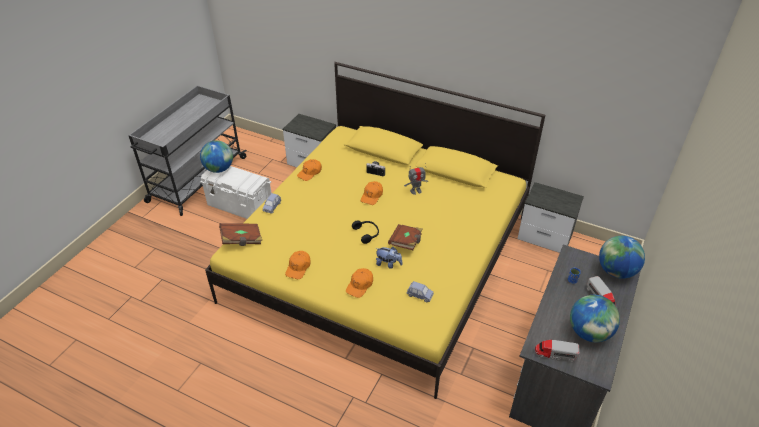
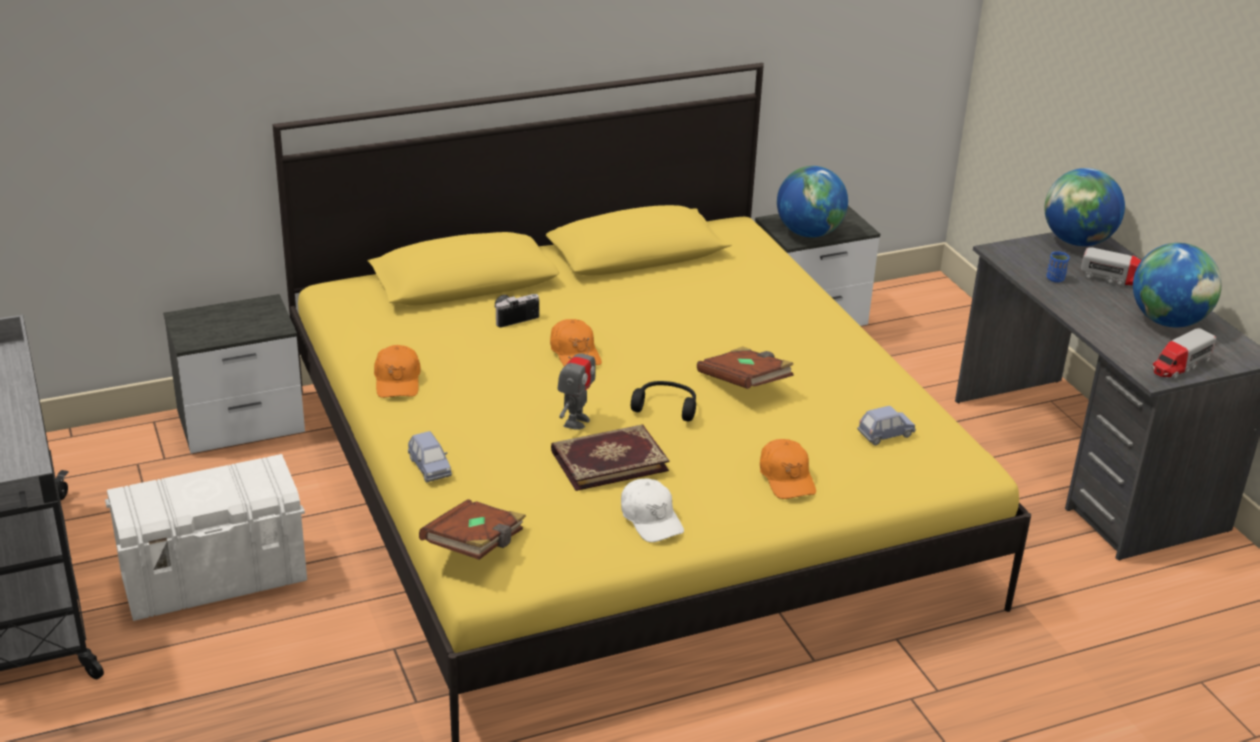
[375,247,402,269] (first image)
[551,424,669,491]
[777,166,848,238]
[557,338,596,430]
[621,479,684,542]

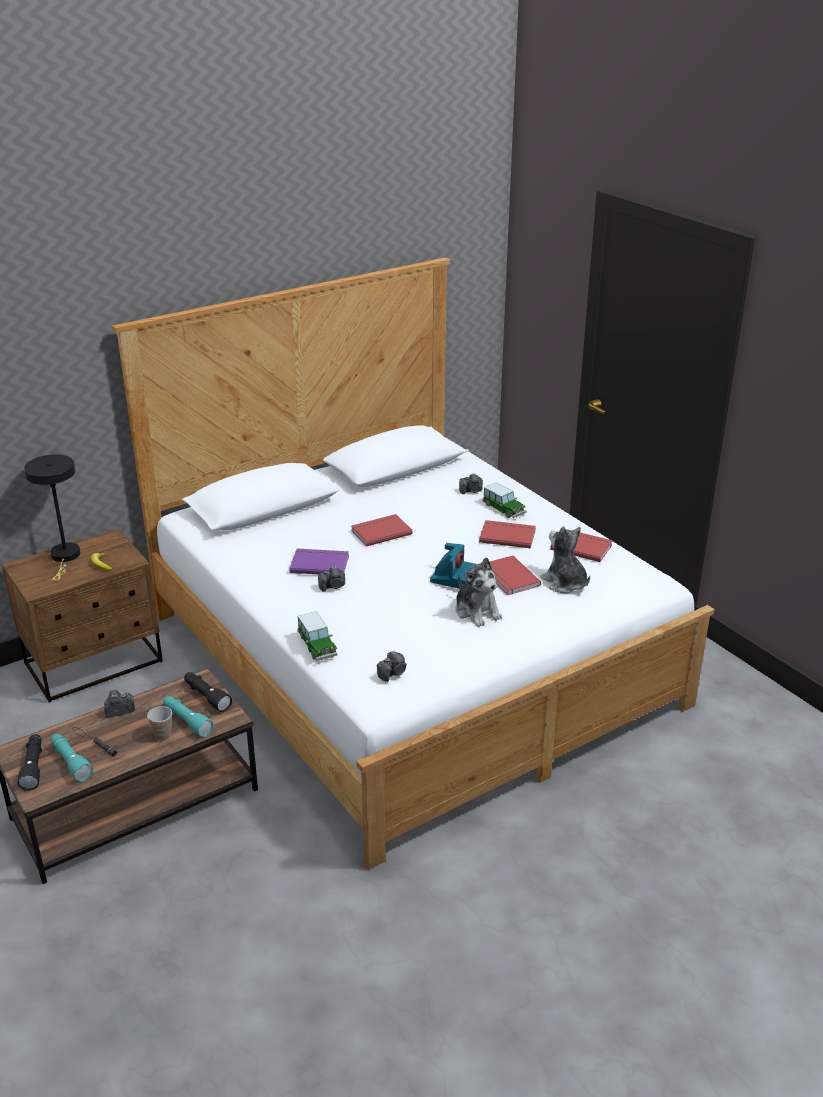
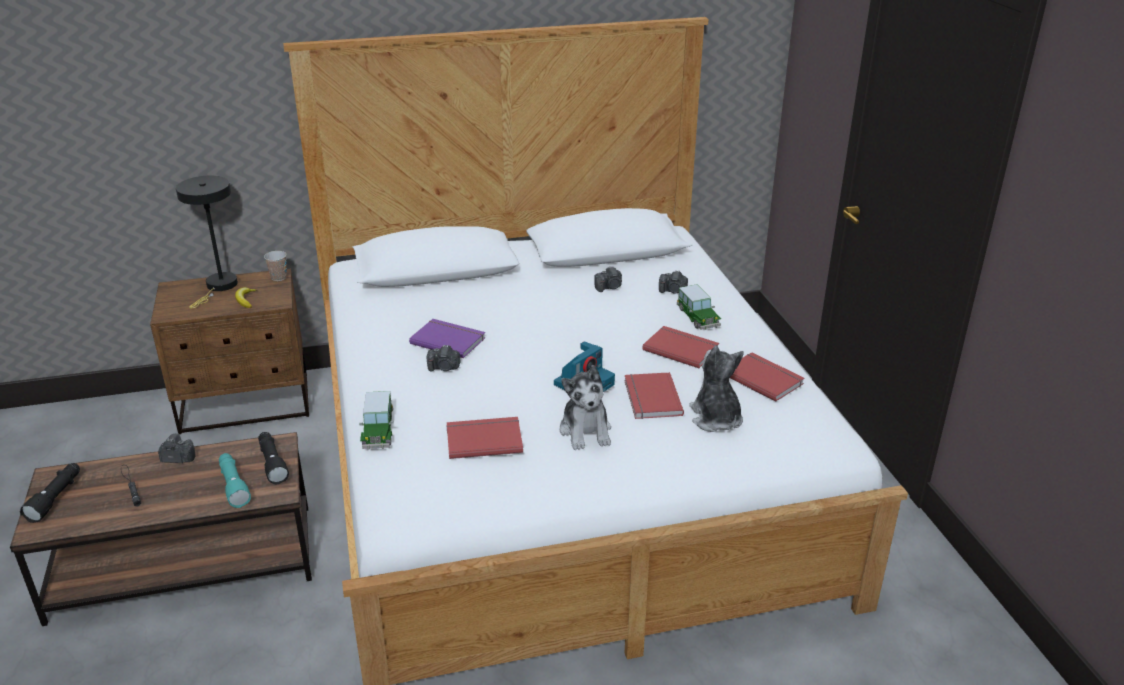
[51,734,93,782] (first image)
[264,251,287,281]
[447,417,523,459]
[594,266,622,292]

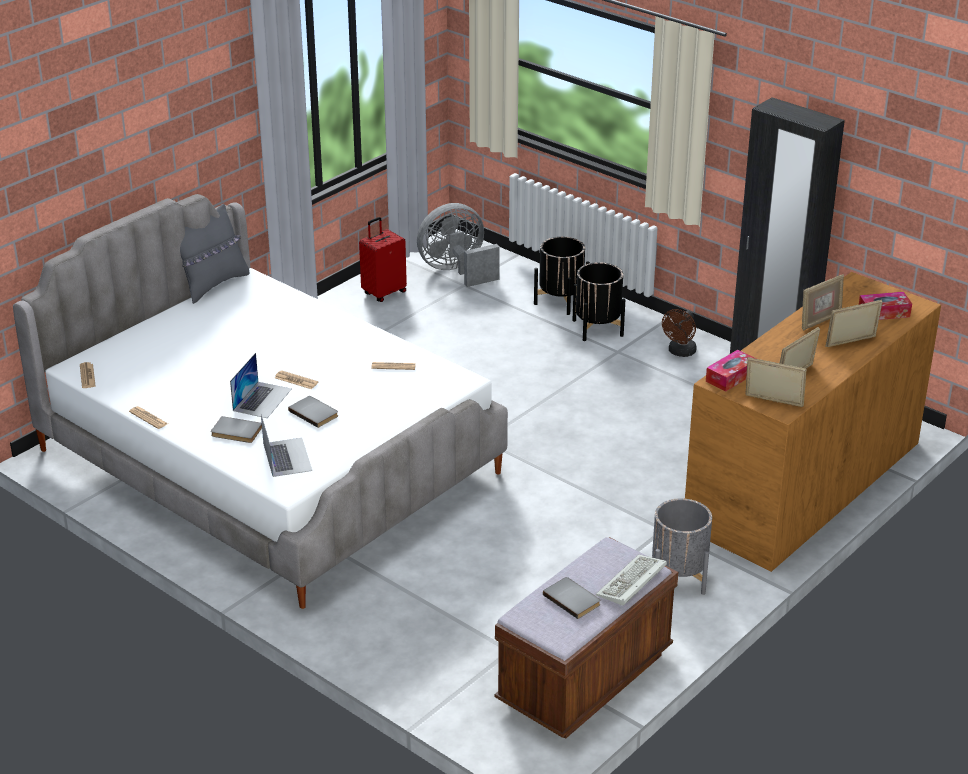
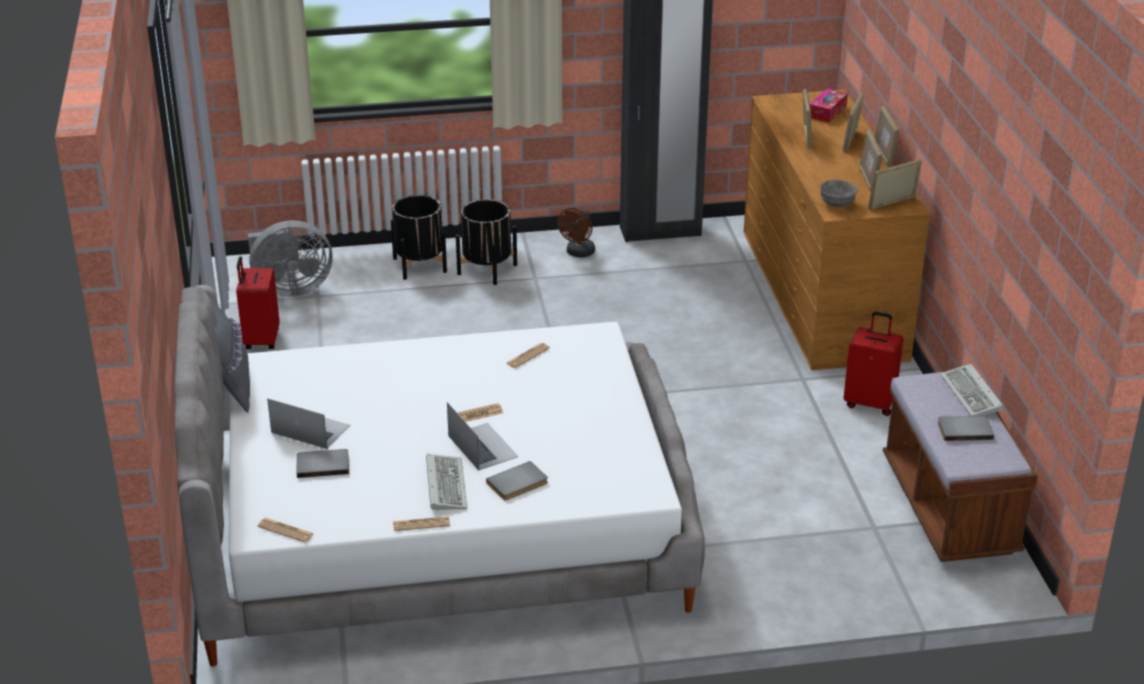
[426,454,467,511]
[875,106,900,168]
[267,398,350,449]
[297,449,349,478]
[844,312,904,416]
[820,180,858,207]
[248,220,333,297]
[557,208,595,258]

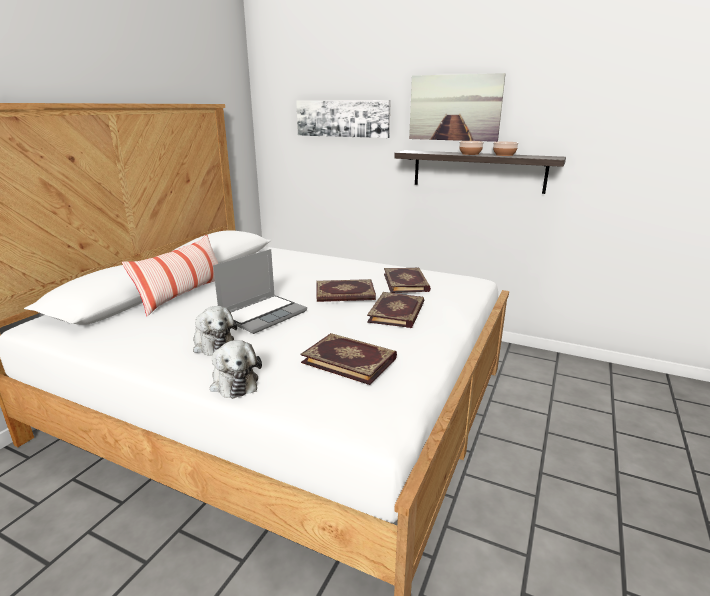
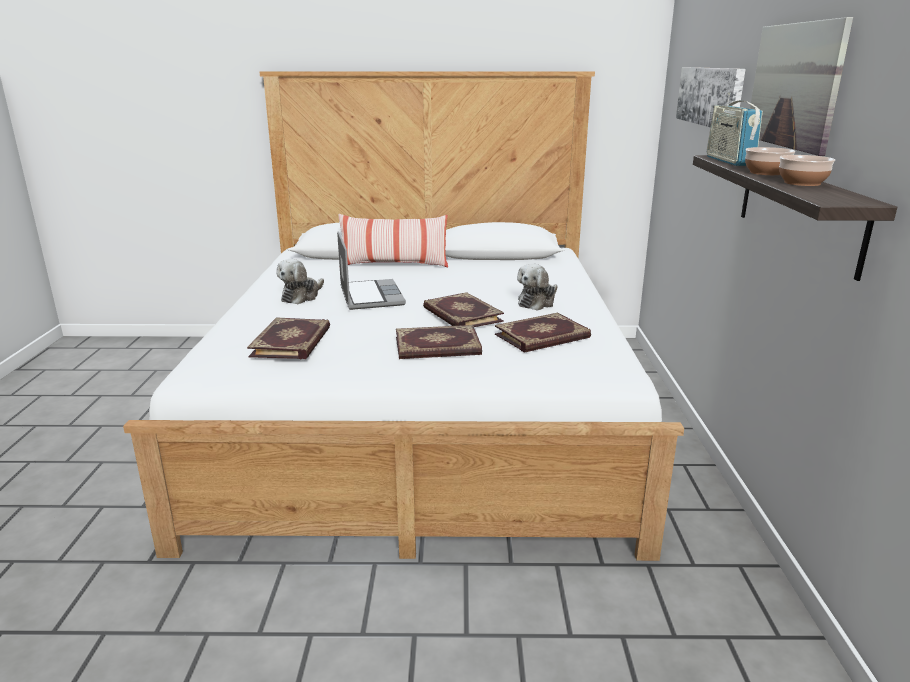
[707,93,763,166]
[517,264,558,311]
[337,231,406,310]

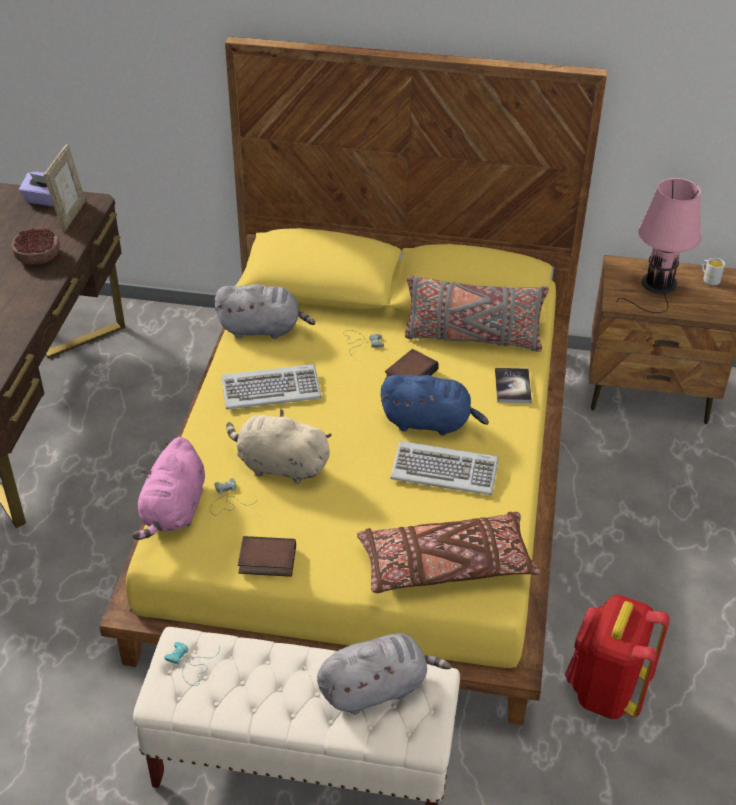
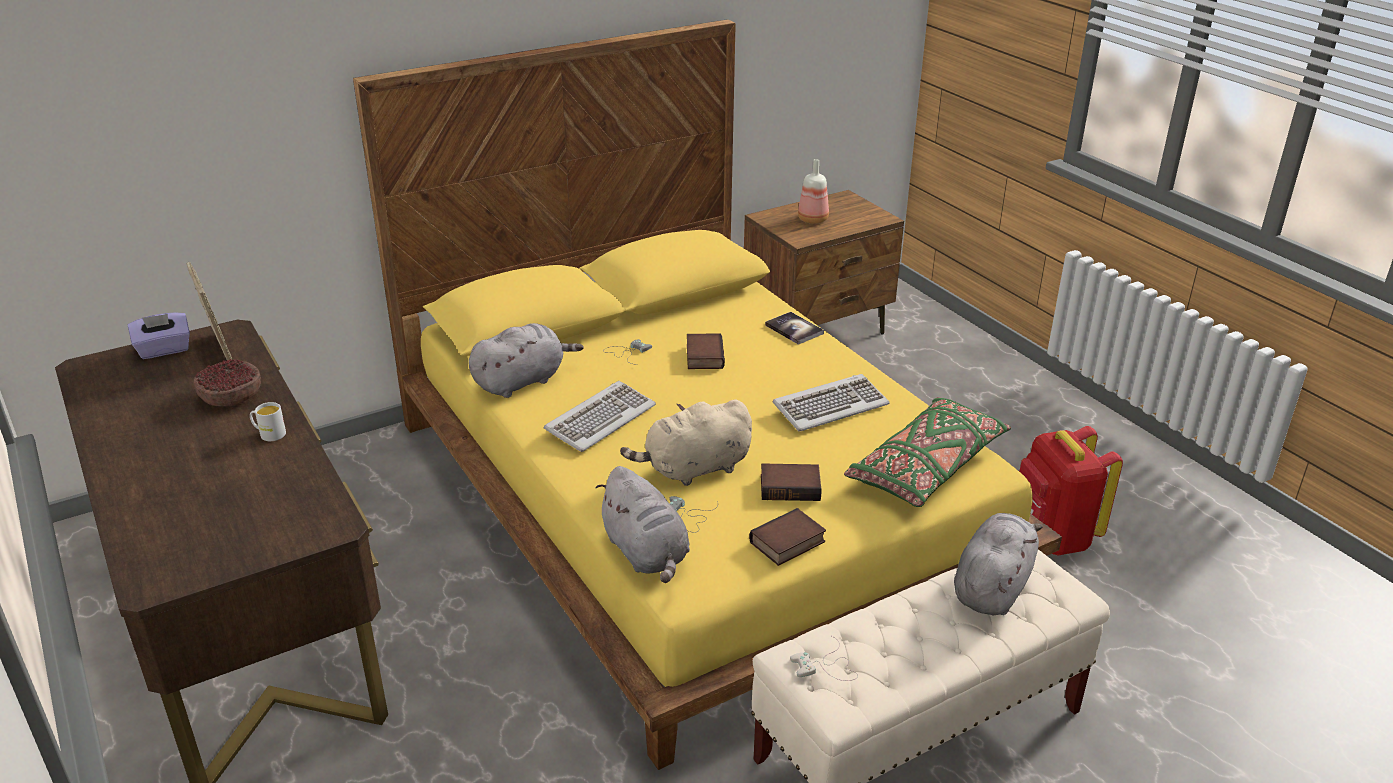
[381,375,489,436] (first image)
[405,275,549,352] (first image)
[761,464,821,501]
[250,402,286,441]
[798,159,829,224]
[596,466,690,583]
[790,635,858,681]
[844,397,1011,507]

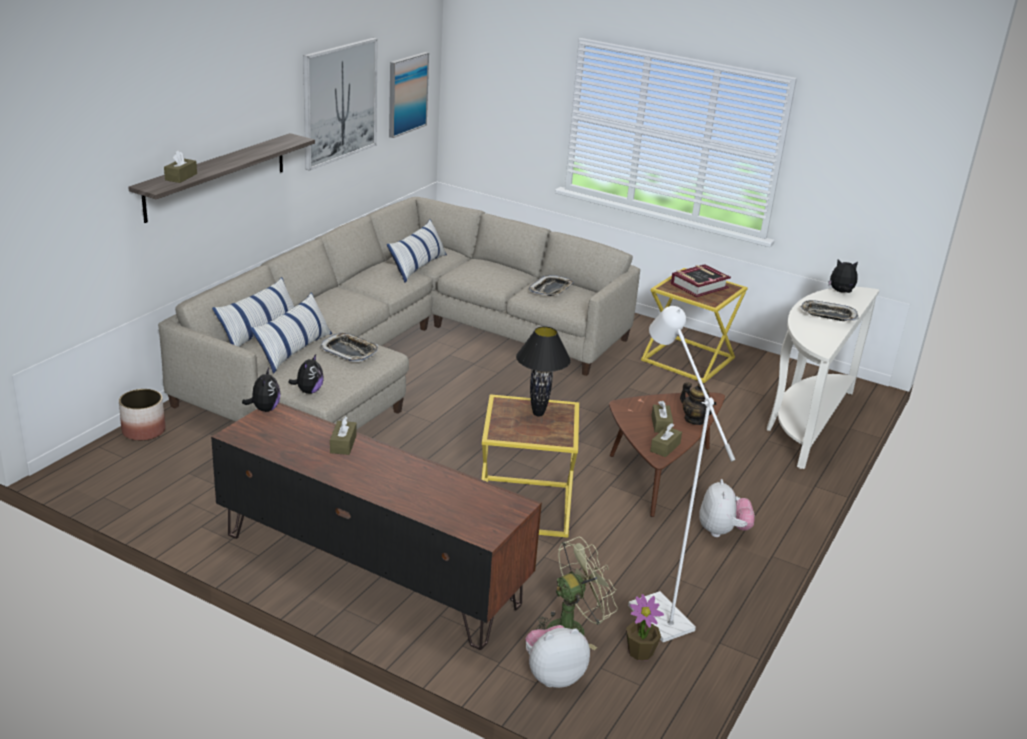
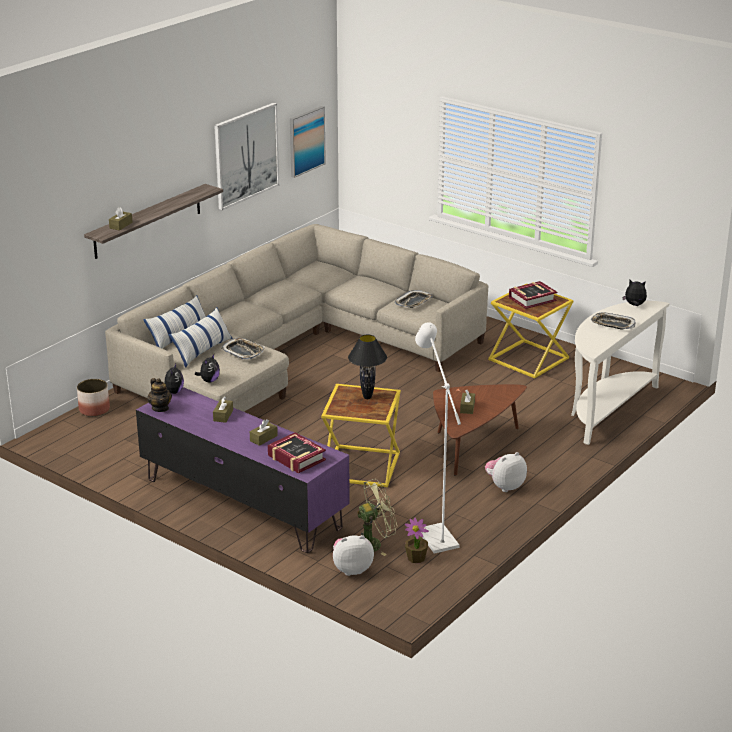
[387,219,447,283] (first image)
[268,433,326,473]
[250,419,278,446]
[147,378,172,412]
[136,387,350,553]
[485,452,527,492]

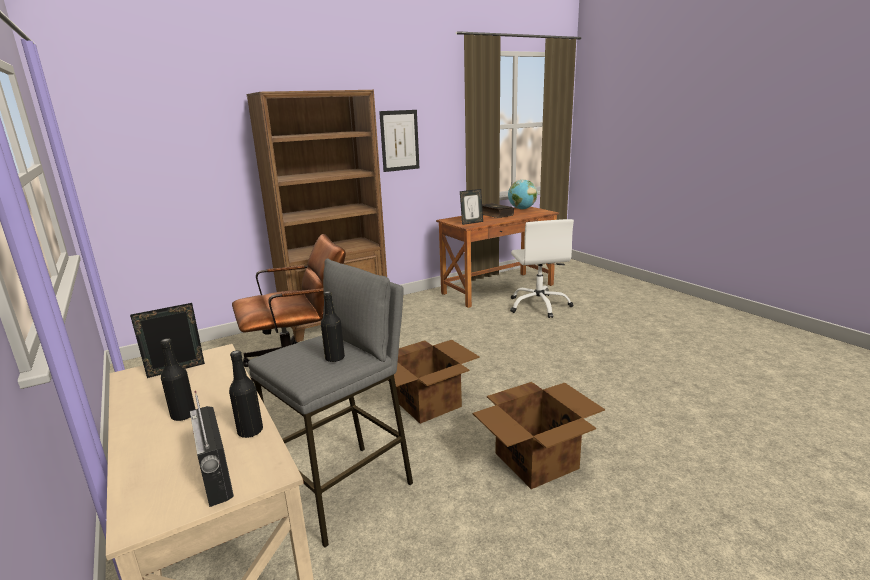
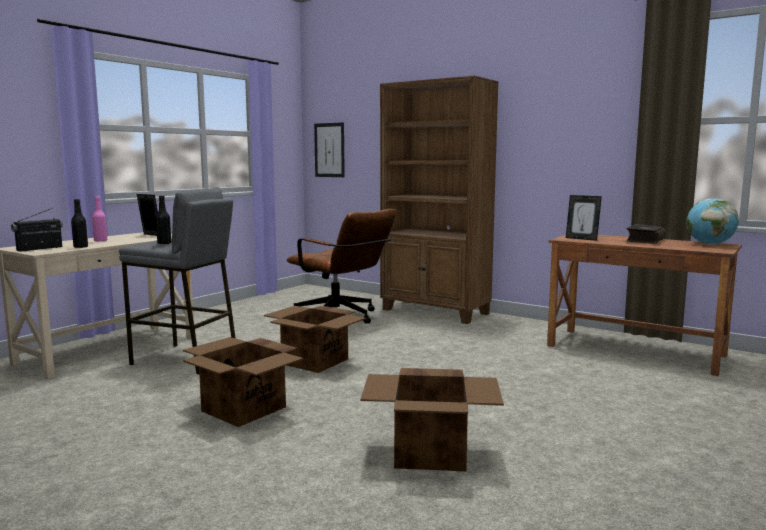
[510,219,574,318] (first image)
[361,368,504,471]
[314,122,345,177]
[92,196,107,242]

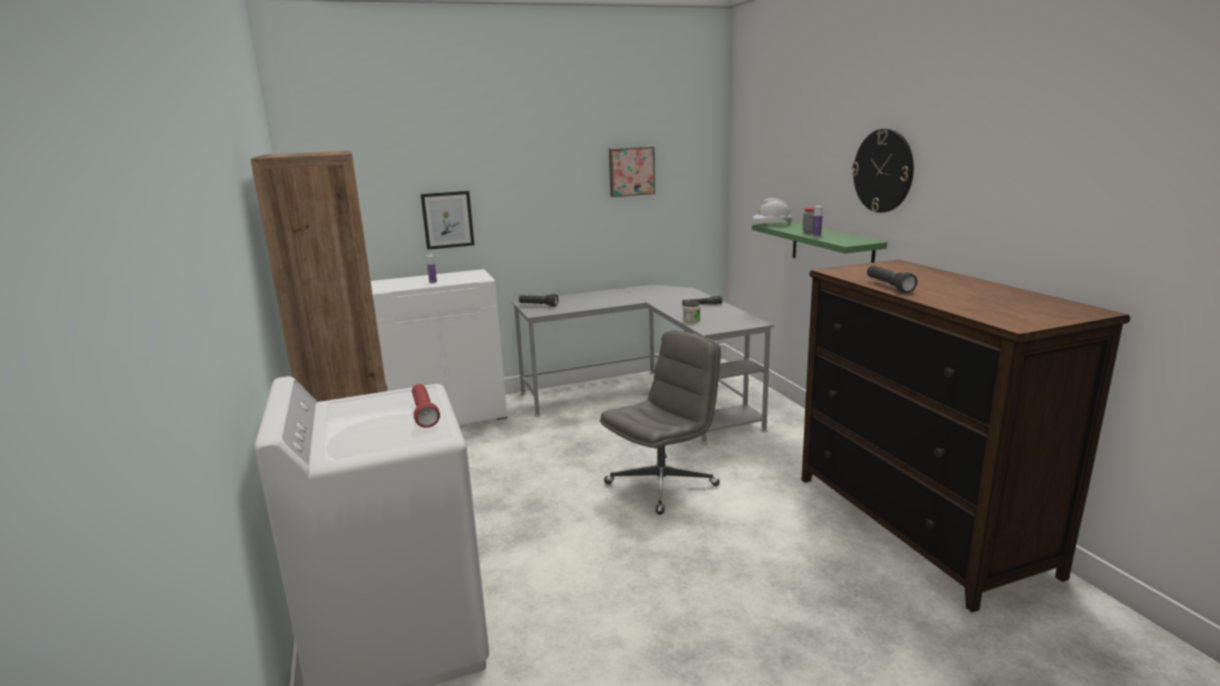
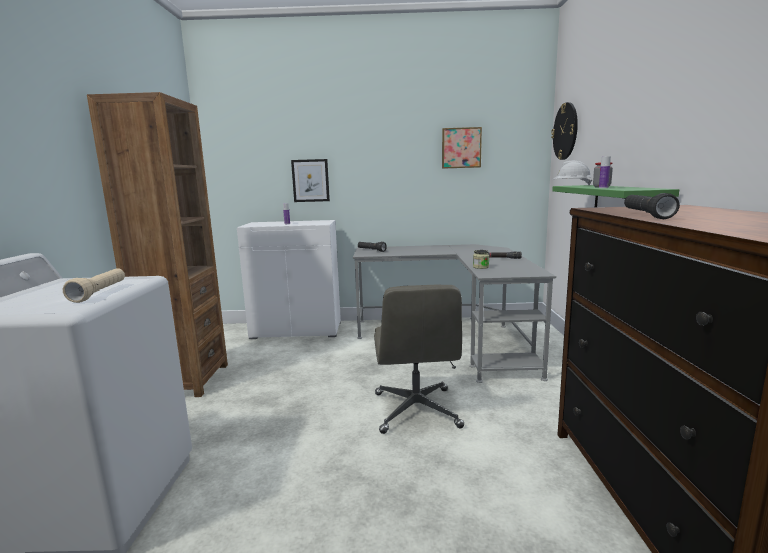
[551,102,578,160]
[63,268,125,303]
[374,285,464,434]

